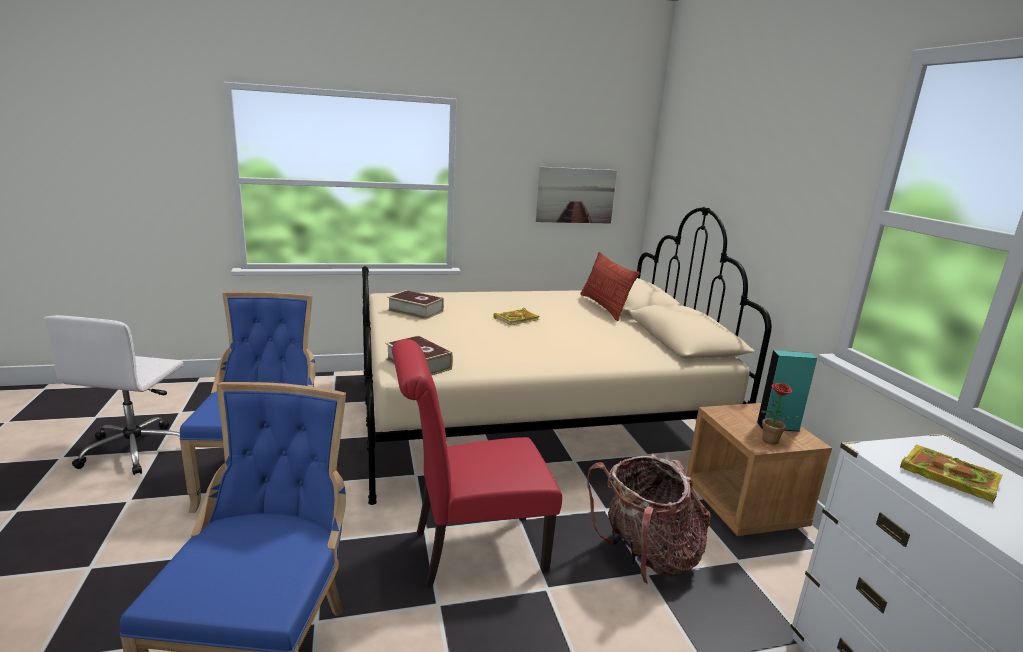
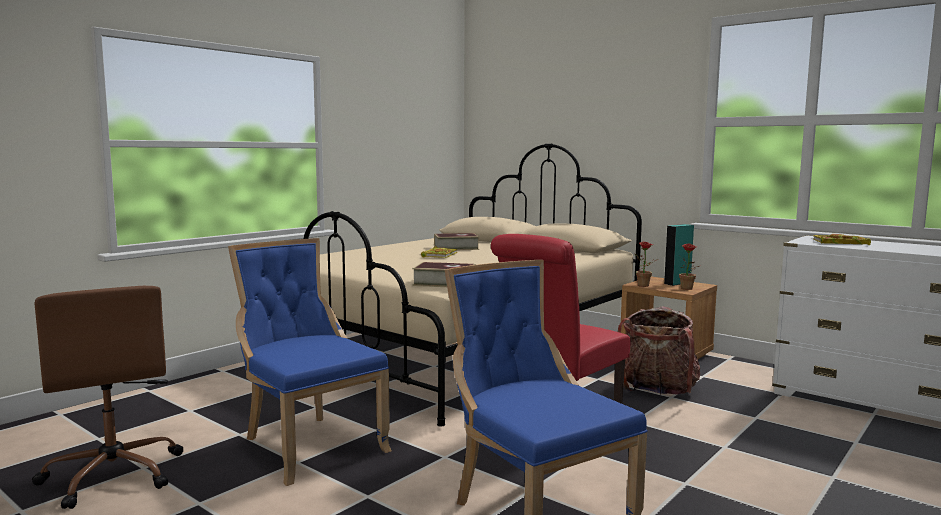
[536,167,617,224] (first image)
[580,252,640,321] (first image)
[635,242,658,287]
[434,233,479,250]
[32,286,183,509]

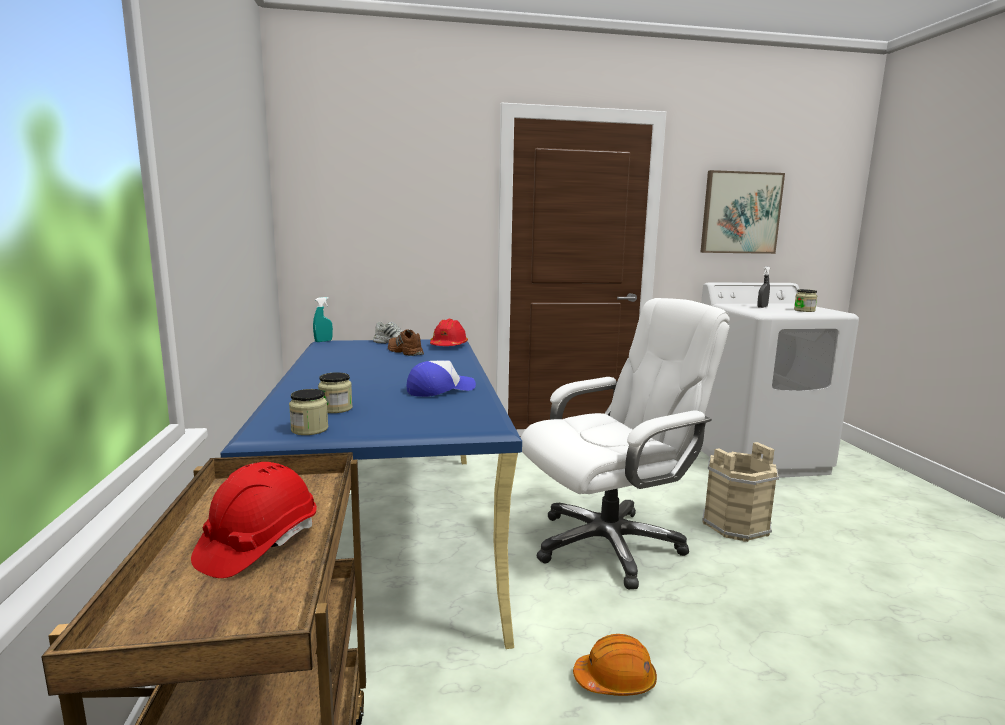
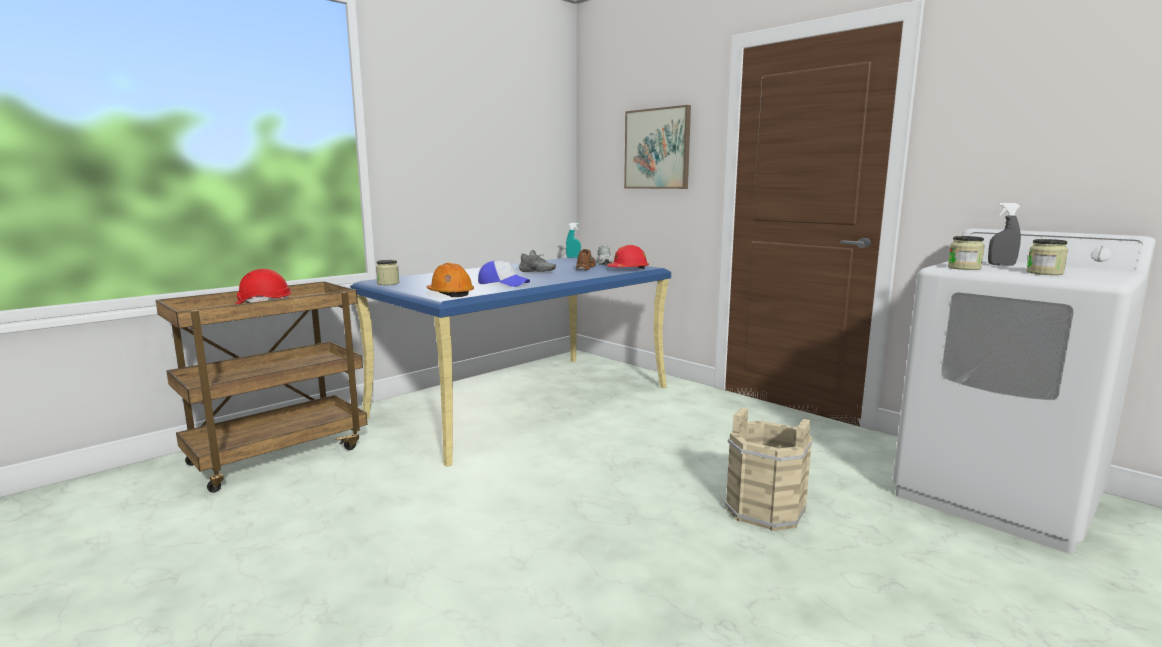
[521,298,730,589] (first image)
[519,250,556,272]
[948,236,985,270]
[426,263,474,297]
[624,105,691,189]

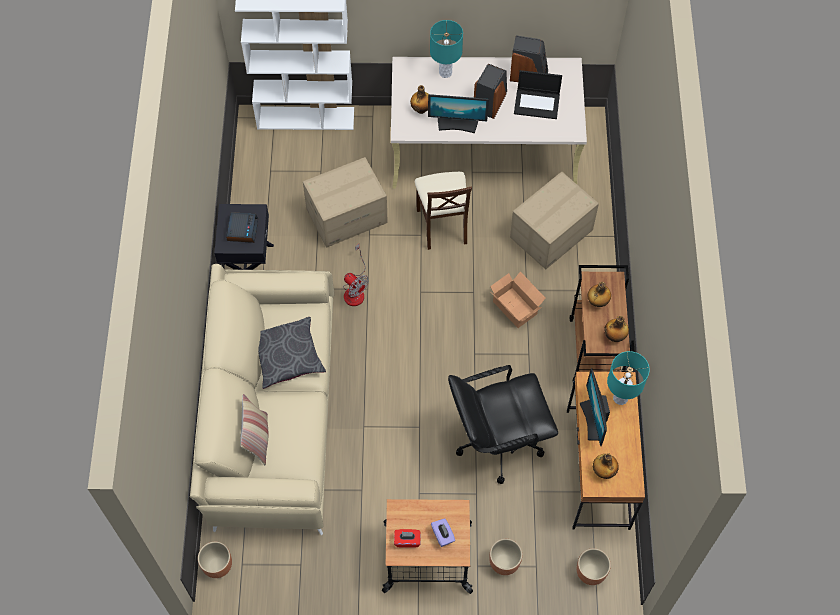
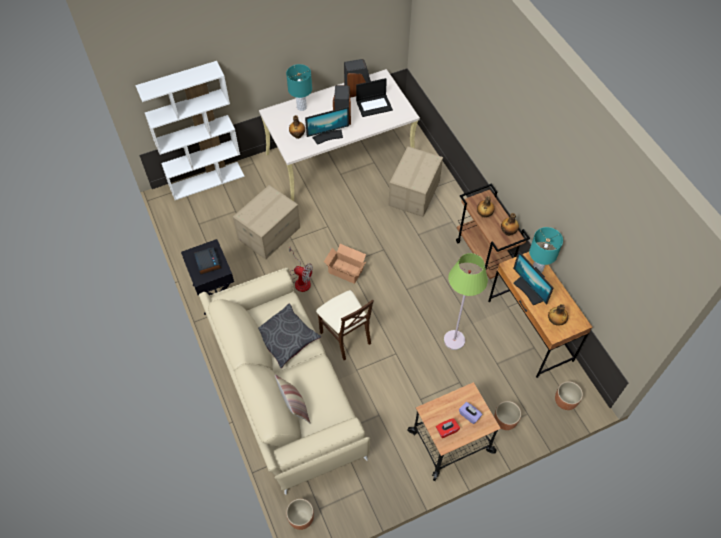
[316,290,374,360]
[324,244,366,284]
[444,253,488,350]

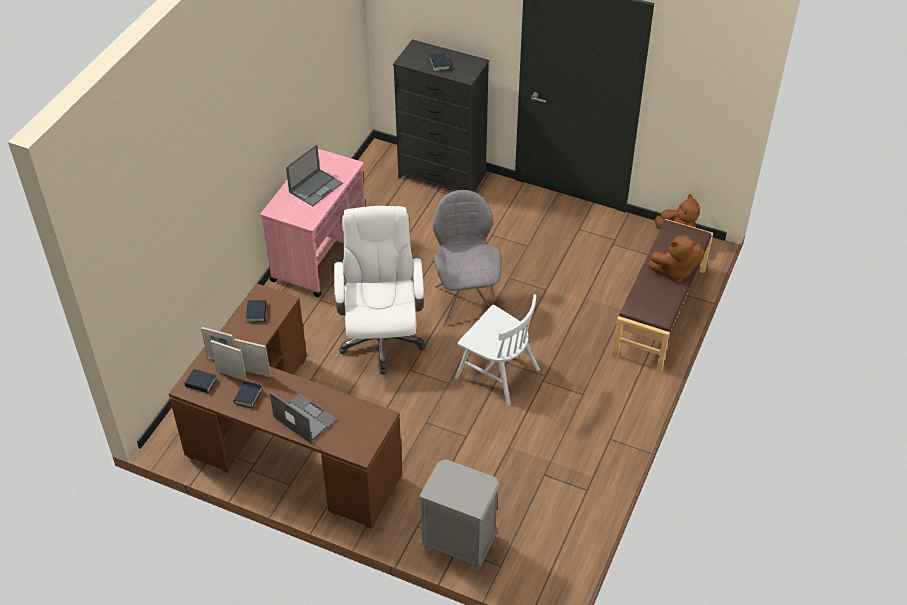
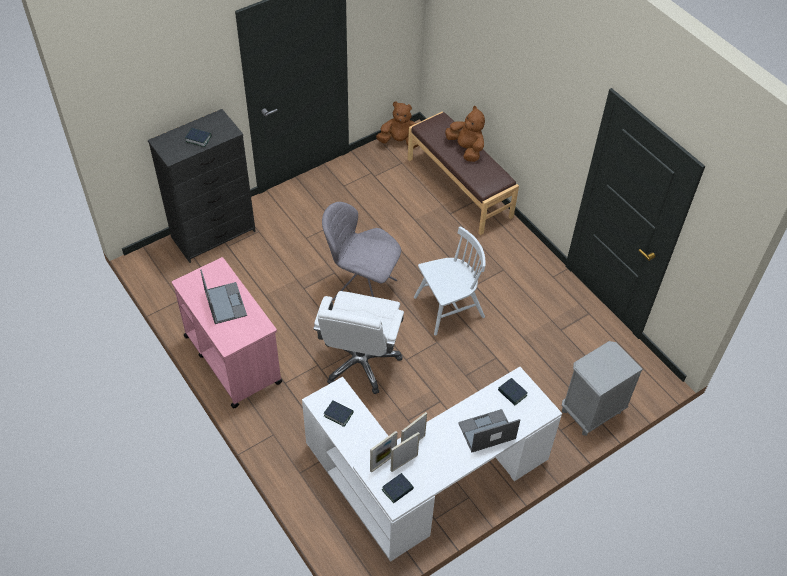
[498,378,527,405]
[302,367,562,562]
[313,291,404,394]
[445,106,485,162]

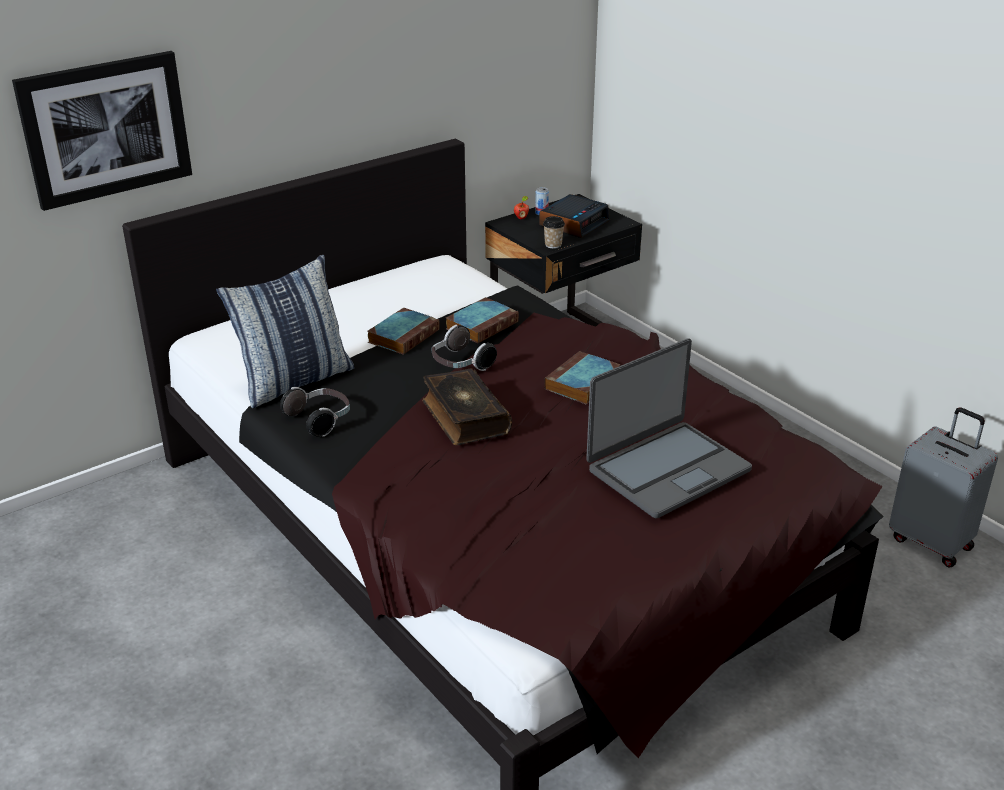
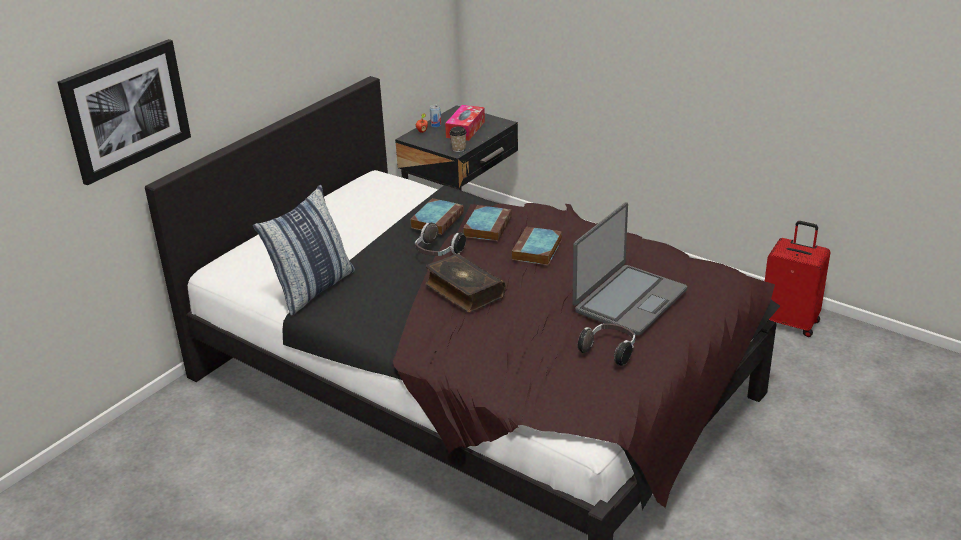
[578,323,635,366]
[463,205,512,241]
[445,105,485,141]
[765,221,831,337]

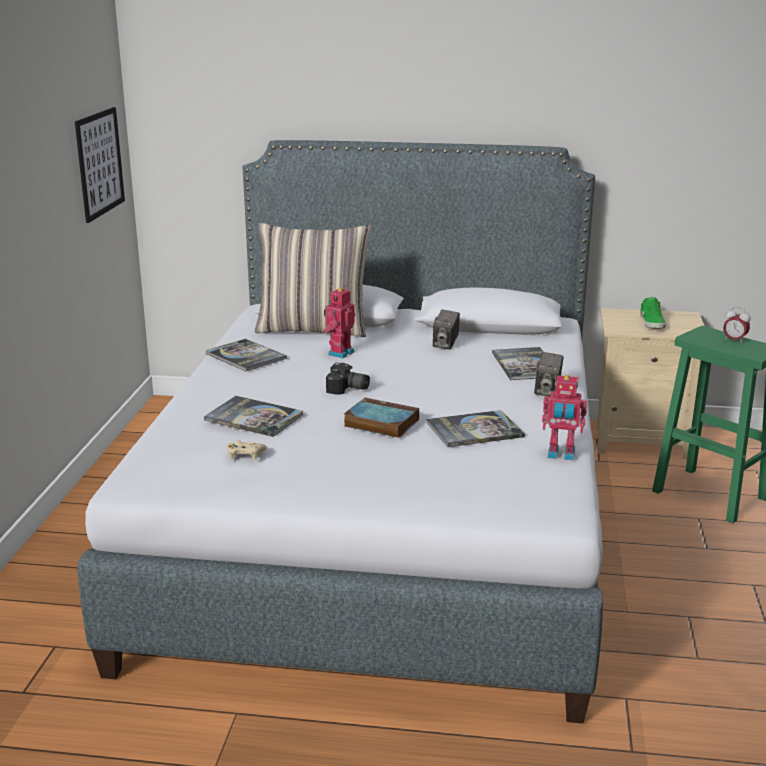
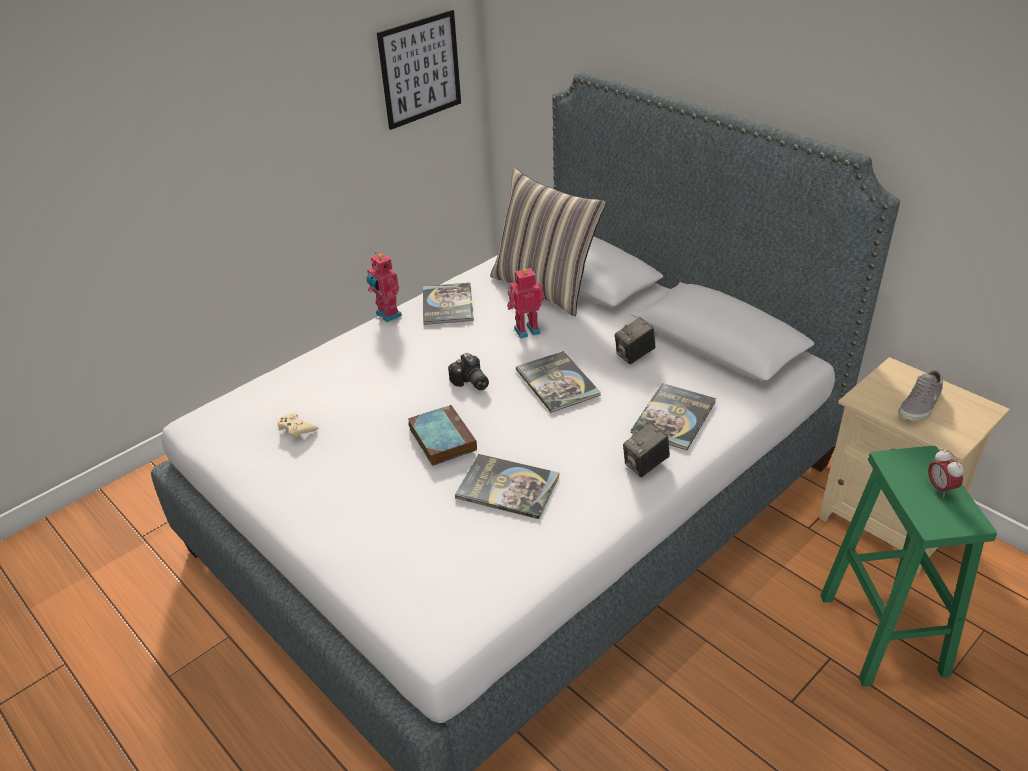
[516,351,601,413]
[367,252,402,322]
[898,370,943,421]

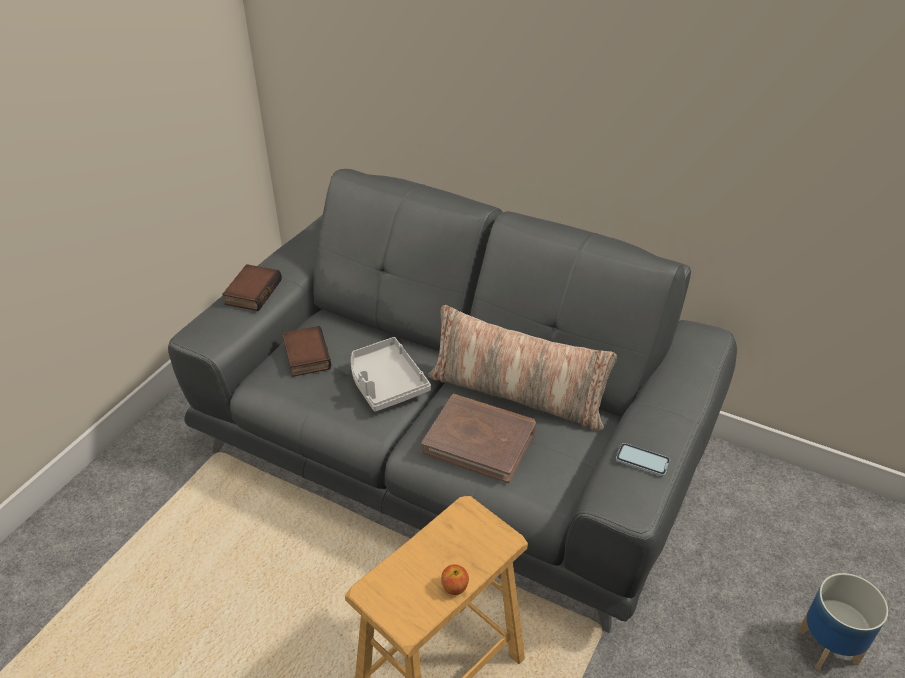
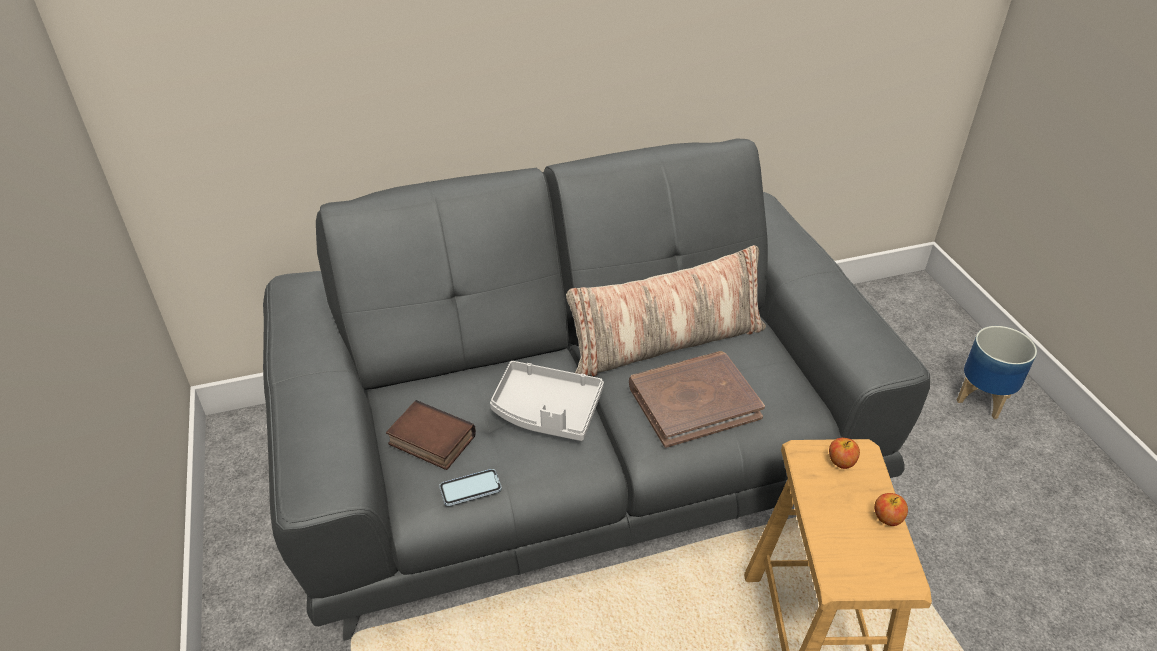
[222,264,282,311] (first image)
[829,438,860,469]
[439,469,502,506]

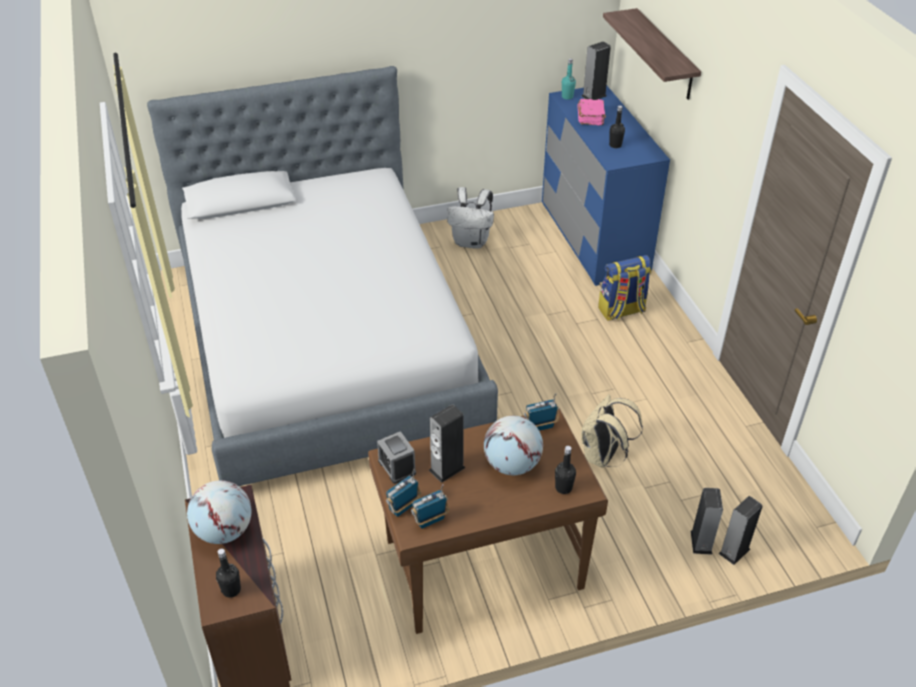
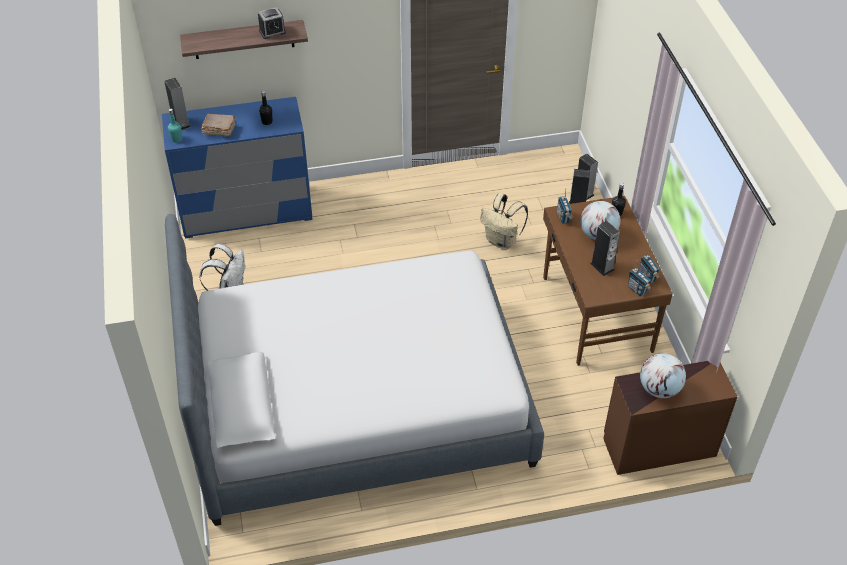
[216,548,241,598] (first image)
[598,255,651,321] (first image)
[258,7,286,39]
[201,114,235,136]

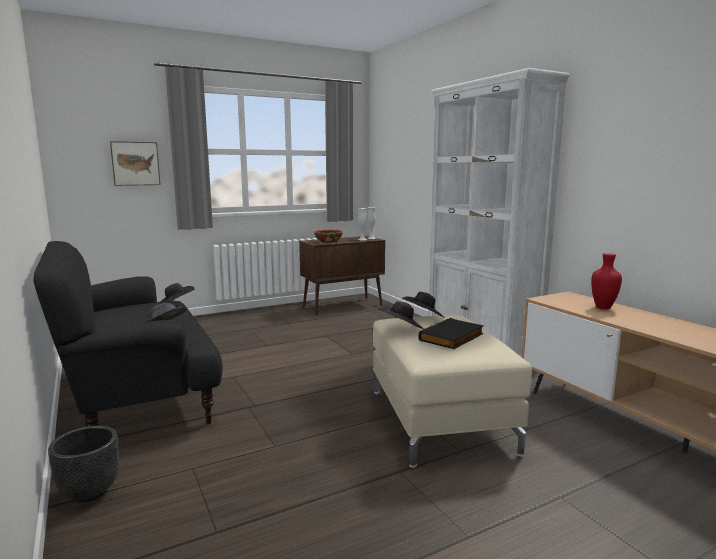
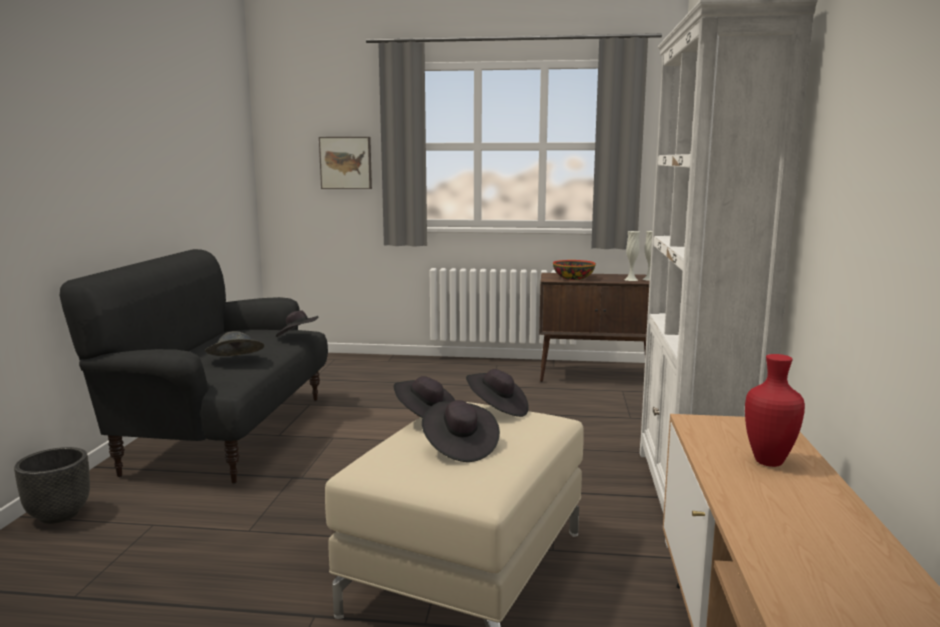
[422,400,500,462]

